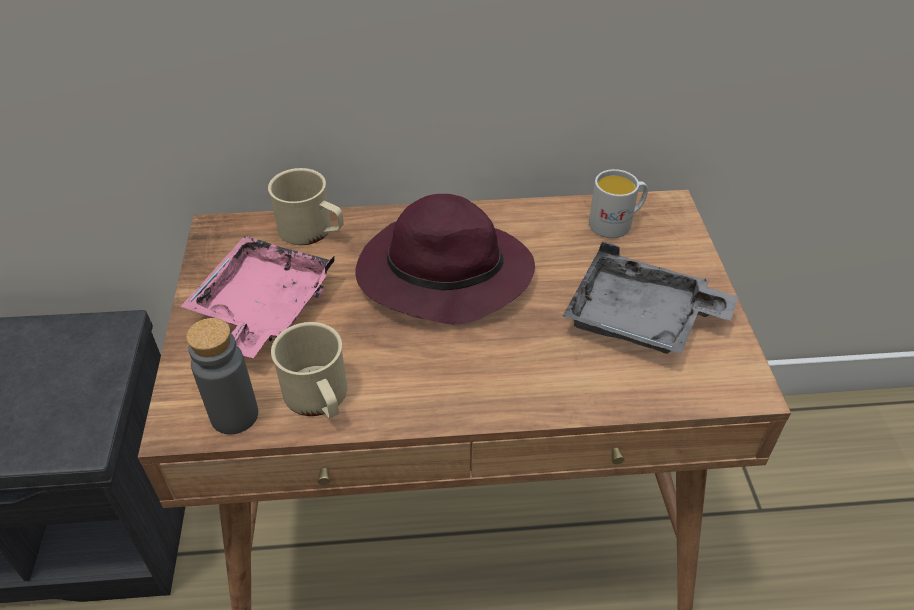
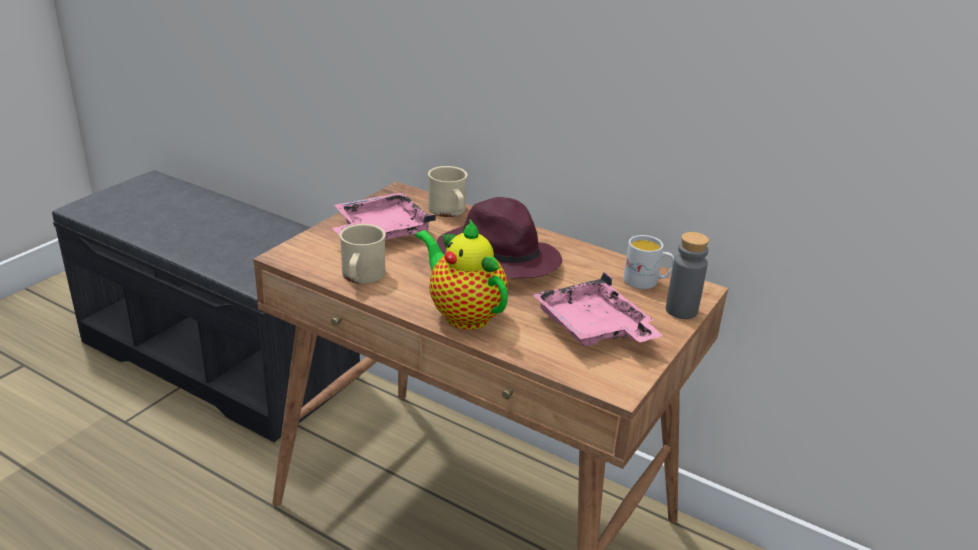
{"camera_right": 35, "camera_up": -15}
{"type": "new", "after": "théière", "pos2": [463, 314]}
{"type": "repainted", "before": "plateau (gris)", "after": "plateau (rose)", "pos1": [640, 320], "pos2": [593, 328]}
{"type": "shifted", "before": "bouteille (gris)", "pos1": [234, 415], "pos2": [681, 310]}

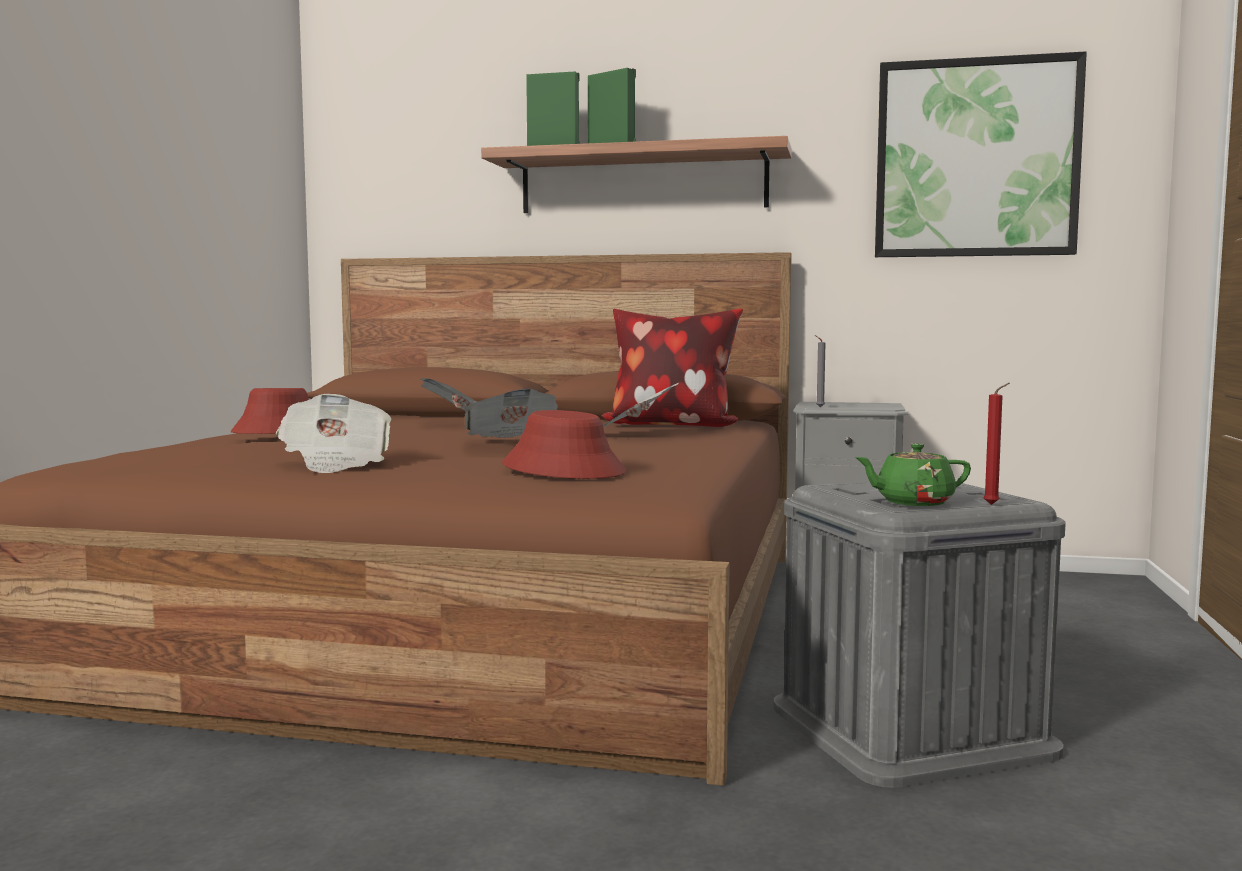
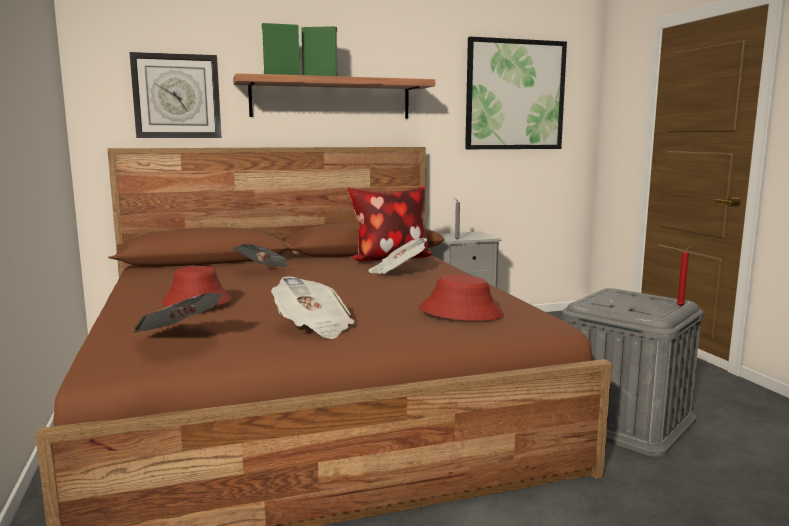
{"camera_right": -30, "camera_up": 5}
{"type": "new", "after": "horloge murale", "pos2": [177, 96]}
{"type": "shifted", "before": "journal", "pos1": [511, 443], "pos2": [179, 336]}
{"type": "gone", "before": "théière (vert)", "pos1": [913, 502]}

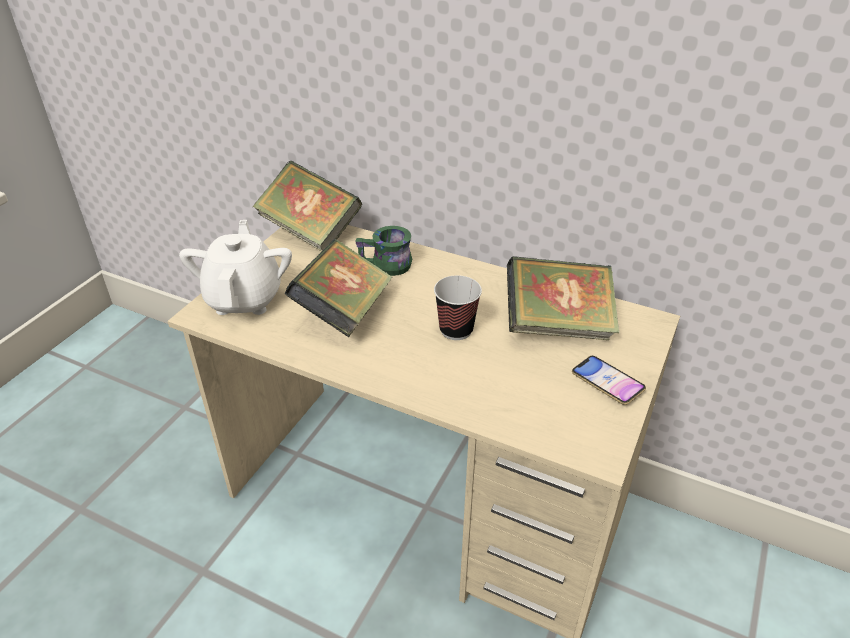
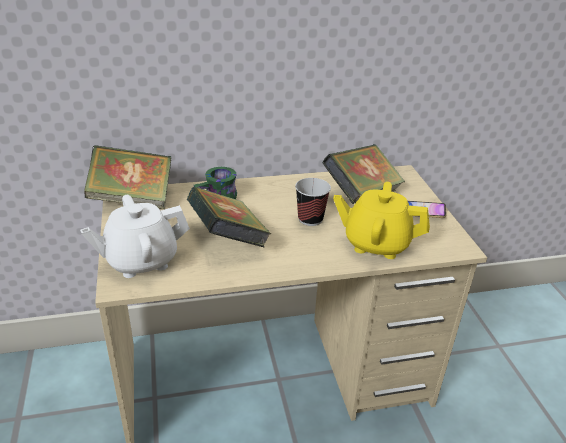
{"camera_right": -40, "camera_up": -5}
{"type": "rotated", "before": "théière (blanc)", "pos1": [245, 298], "pos2": [141, 260], "turn": -75}
{"type": "new", "after": "théière (jaune)", "pos2": [376, 243]}

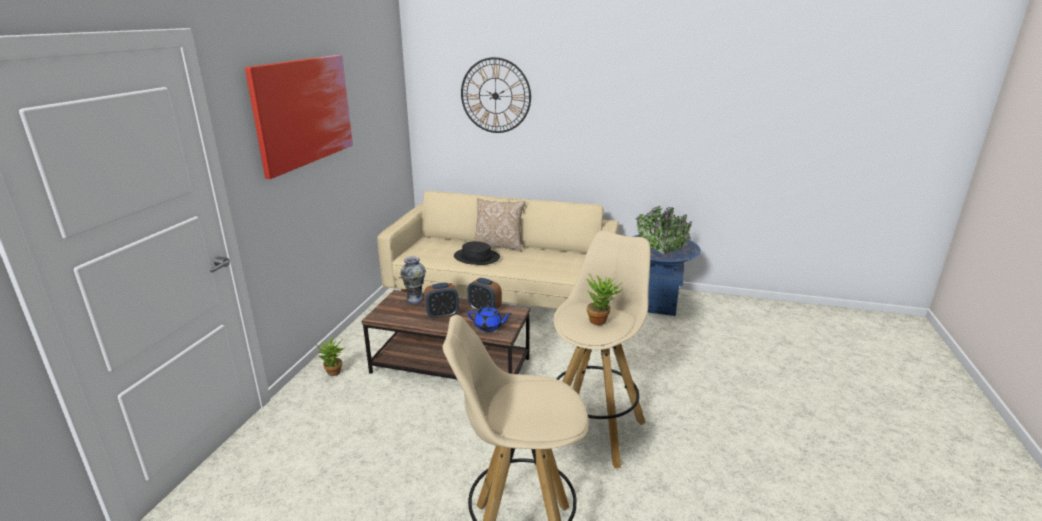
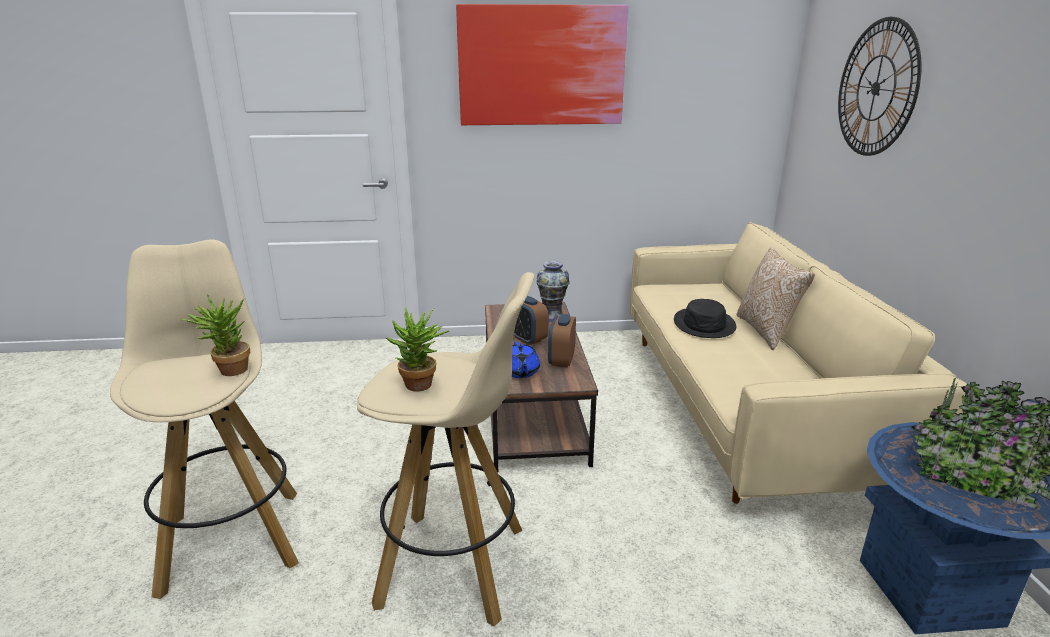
{"camera_right": 70, "camera_up": 0}
{"type": "shifted", "before": "plante en pot", "pos1": [333, 374], "pos2": [228, 371]}

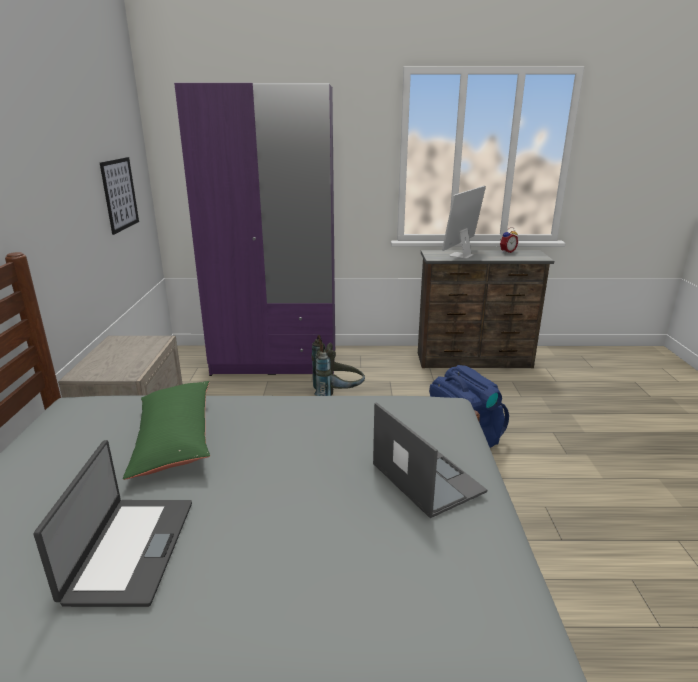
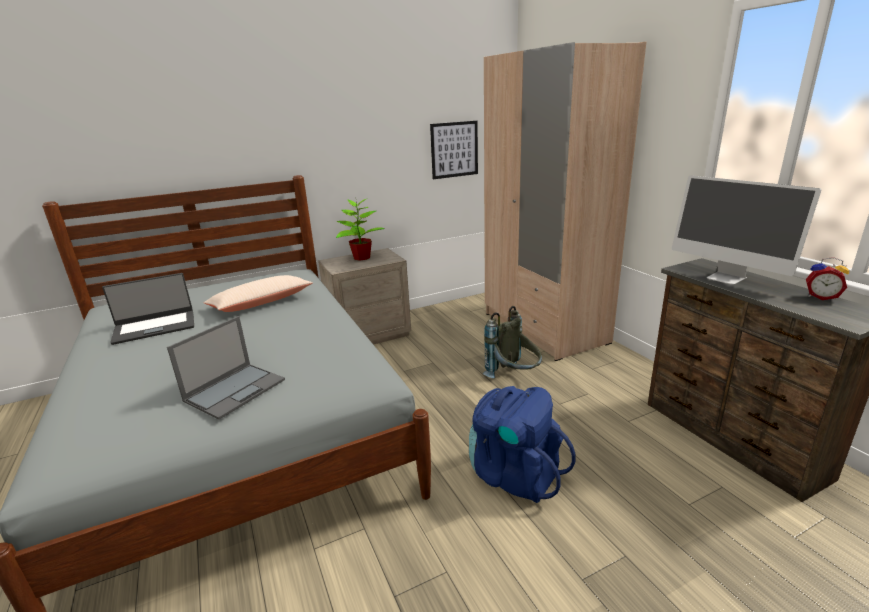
{"camera_right": 65, "camera_up": 0}
{"type": "repainted", "before": "coussin (vert)", "after": "coussin (beige)", "pos1": [174, 439], "pos2": [261, 303]}
{"type": "new", "after": "plante en pot", "pos2": [361, 257]}
{"type": "repainted", "before": "armoire (violet)", "after": "armoire (beige)", "pos1": [276, 361], "pos2": [544, 327]}
{"type": "rotated", "before": "écran d'ordinateur", "pos1": [461, 255], "pos2": [726, 278], "turn": -135}

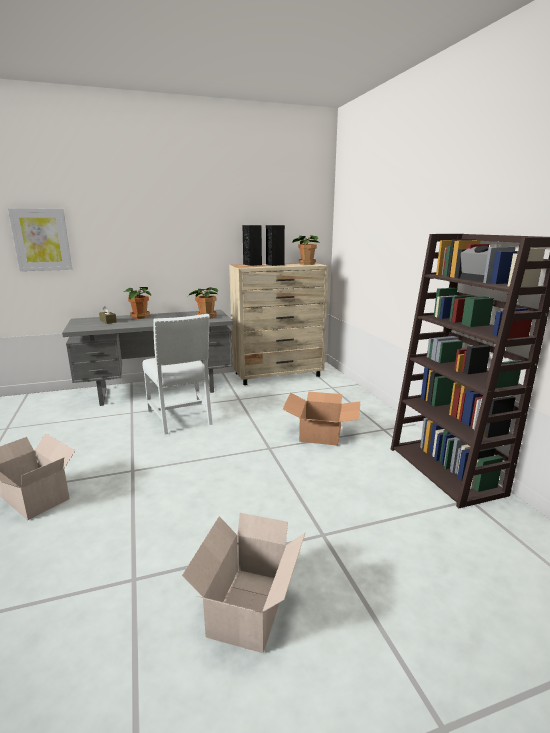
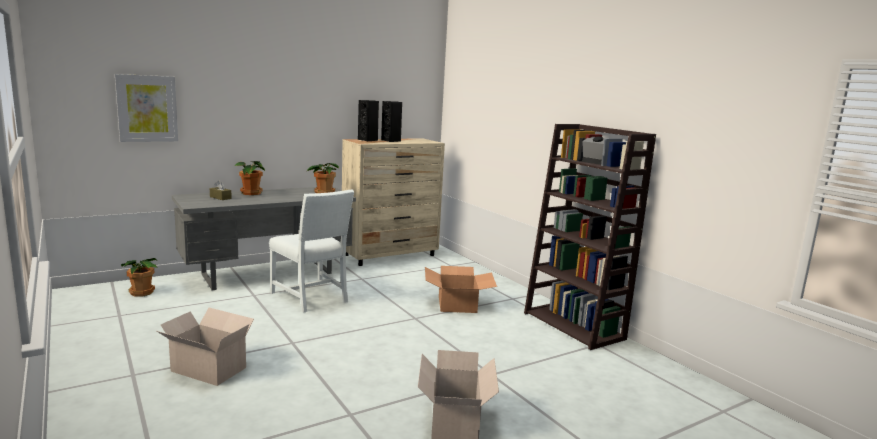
{"camera_right": -15, "camera_up": -5}
{"type": "shifted", "before": "plante en pot", "pos1": [306, 264], "pos2": [141, 292]}

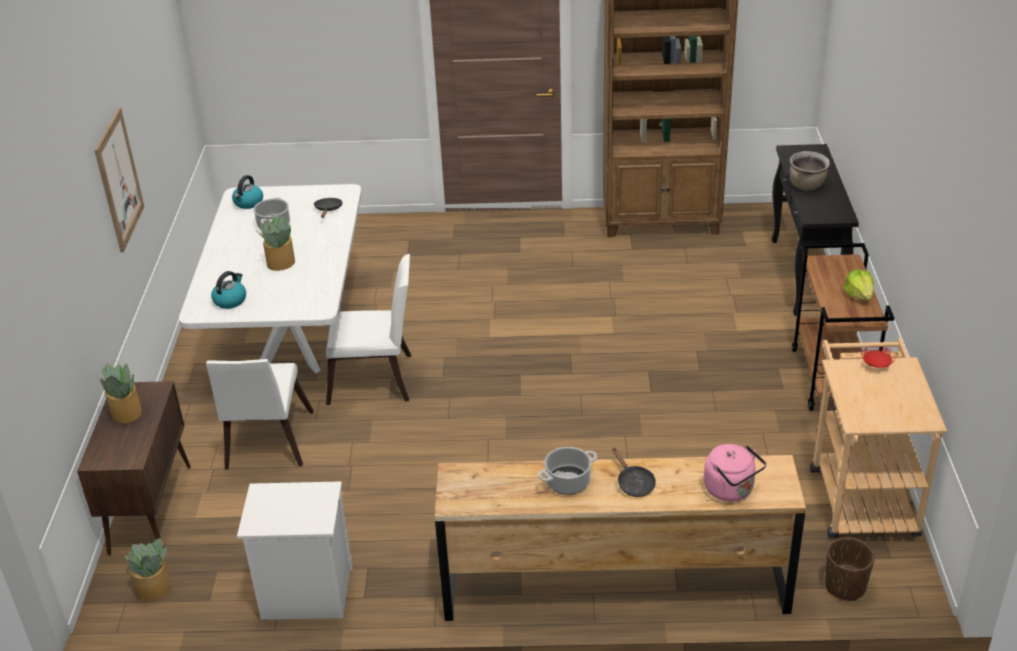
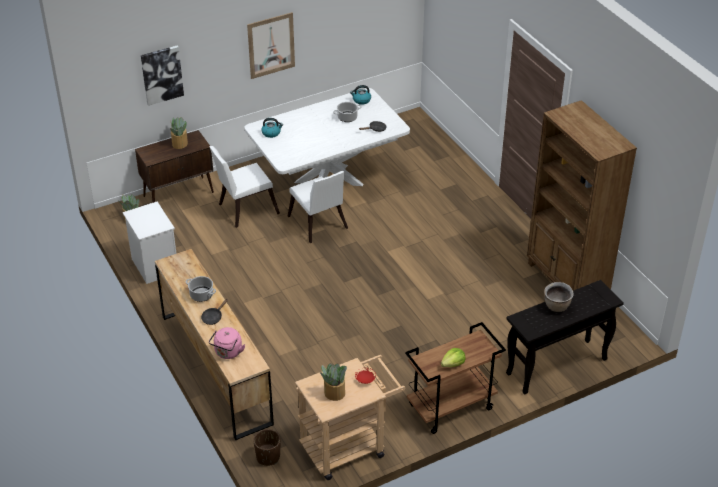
{"camera_right": 60, "camera_up": 5}
{"type": "new", "after": "tableau", "pos2": [162, 74]}
{"type": "shifted", "before": "plante en pot", "pos1": [280, 263], "pos2": [334, 393]}

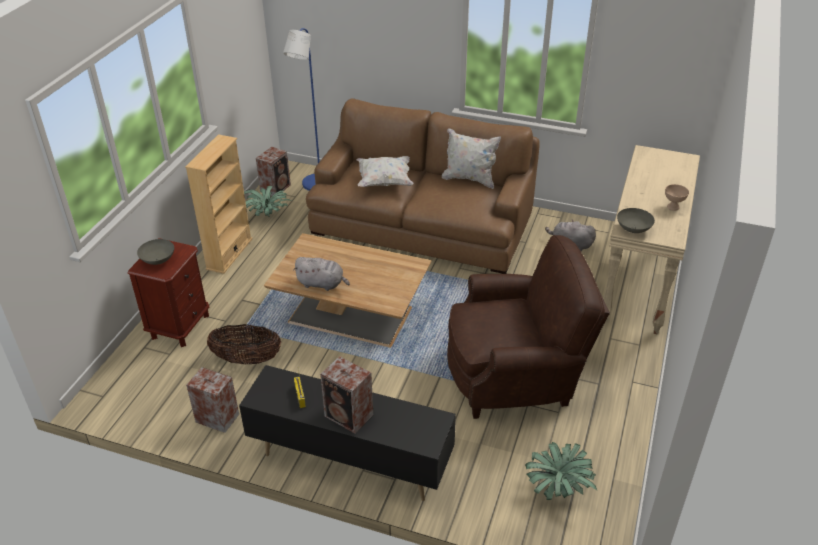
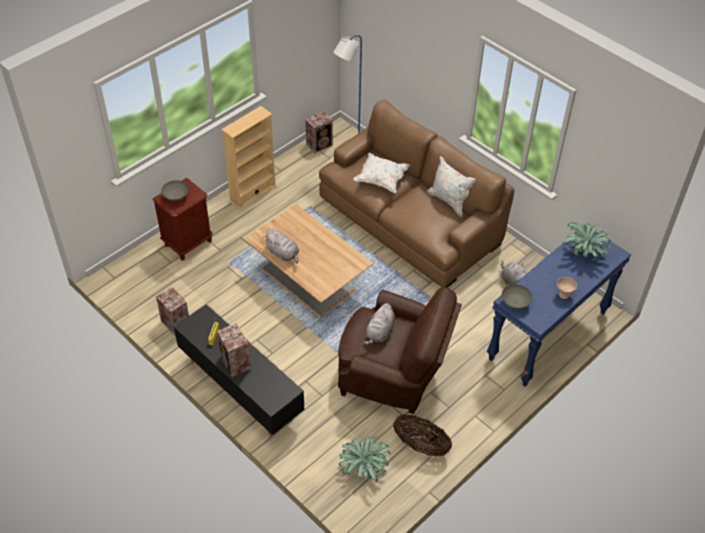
{"camera_right": 25, "camera_up": 10}
{"type": "new", "after": "peluche (gris)", "pos2": [380, 333]}
{"type": "shifted", "before": "panier", "pos1": [247, 359], "pos2": [421, 445]}
{"type": "repainted", "before": "table console (beige)", "after": "table console (bleu)", "pos1": [640, 280], "pos2": [548, 336]}
{"type": "shifted", "before": "plante en pot", "pos1": [268, 215], "pos2": [584, 252]}

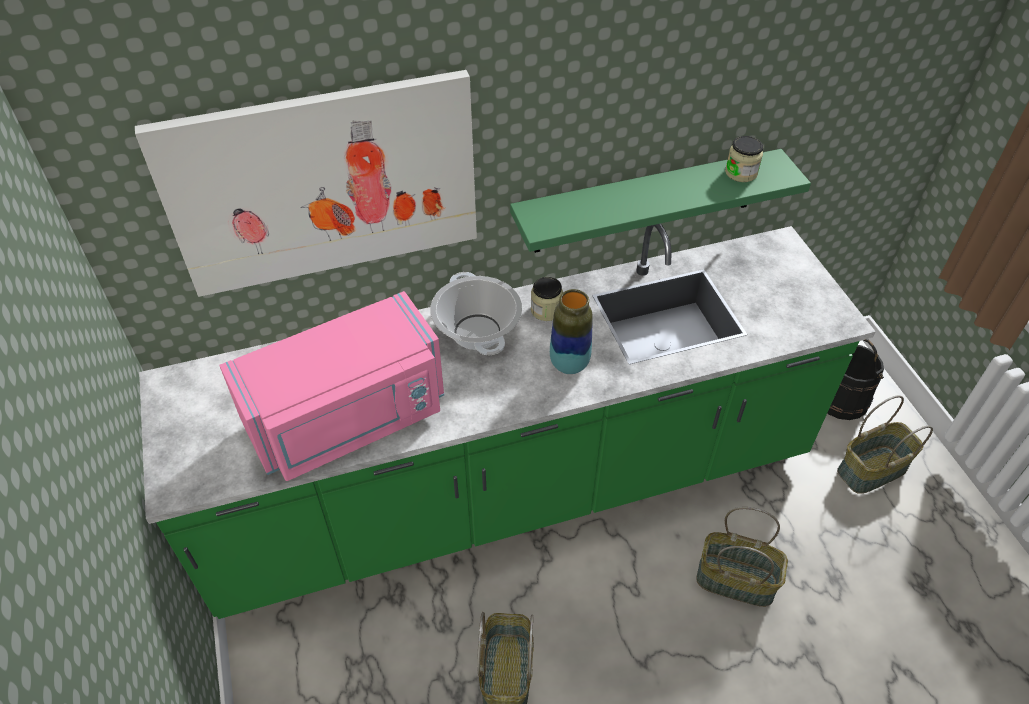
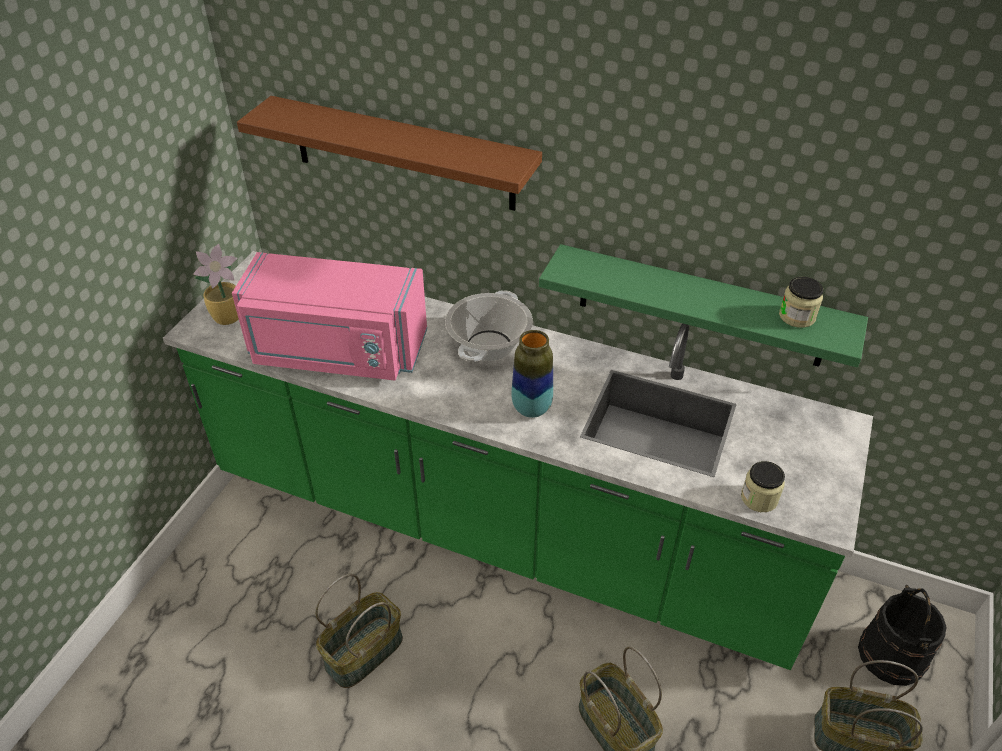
{"camera_right": 40, "camera_up": -5}
{"type": "new", "after": "plante en pot", "pos2": [229, 317]}
{"type": "swapped", "before": "tableau", "after": "étagère (marron)", "pos1": [324, 184], "pos2": [402, 154]}
{"type": "shifted", "before": "bocal", "pos1": [546, 310], "pos2": [759, 498]}

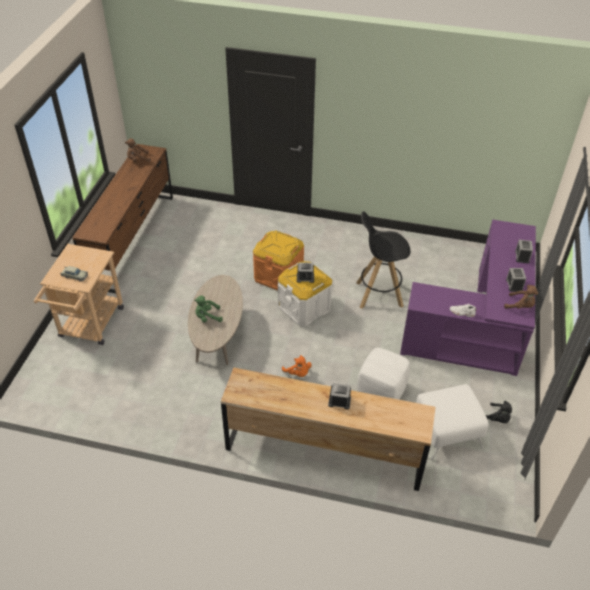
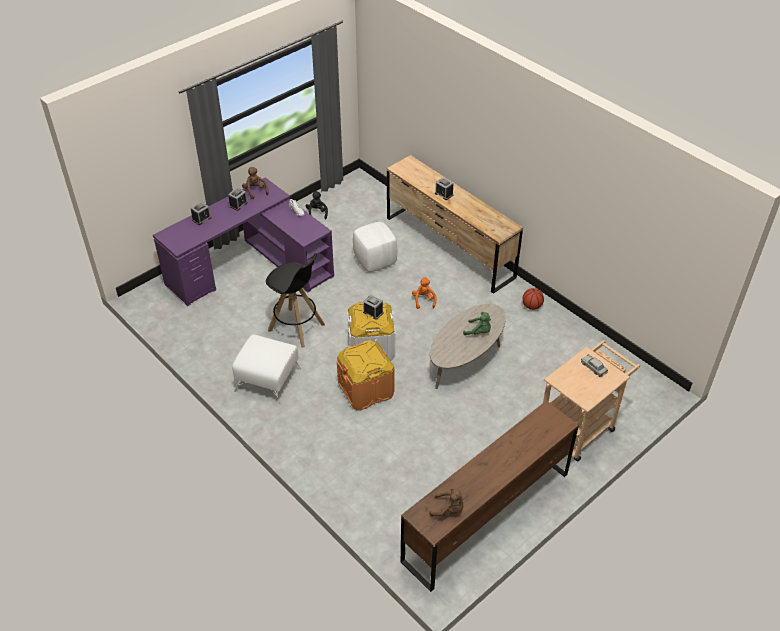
{"camera_right": -145, "camera_up": 0}
{"type": "shifted", "before": "pouf (blanc)", "pos1": [445, 431], "pos2": [268, 380]}
{"type": "new", "after": "ballon de basket", "pos2": [531, 306]}

